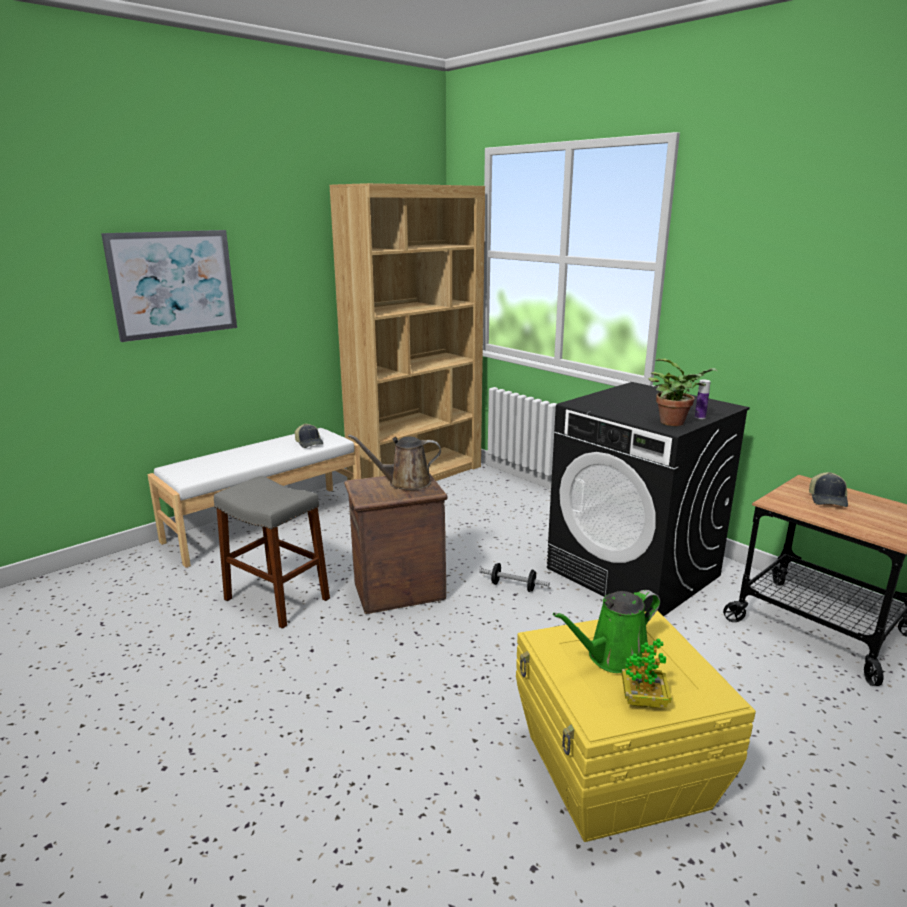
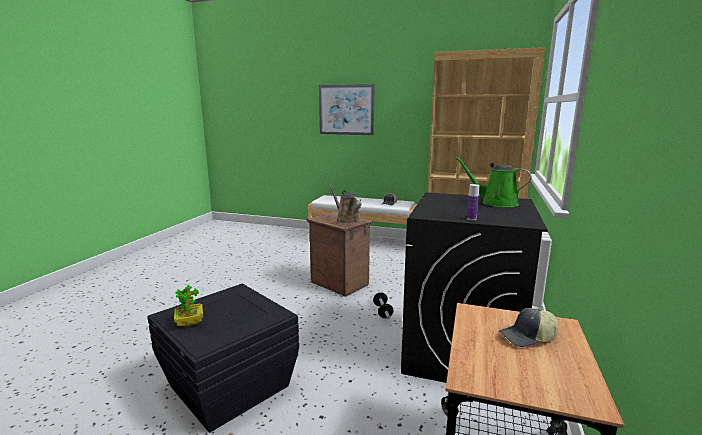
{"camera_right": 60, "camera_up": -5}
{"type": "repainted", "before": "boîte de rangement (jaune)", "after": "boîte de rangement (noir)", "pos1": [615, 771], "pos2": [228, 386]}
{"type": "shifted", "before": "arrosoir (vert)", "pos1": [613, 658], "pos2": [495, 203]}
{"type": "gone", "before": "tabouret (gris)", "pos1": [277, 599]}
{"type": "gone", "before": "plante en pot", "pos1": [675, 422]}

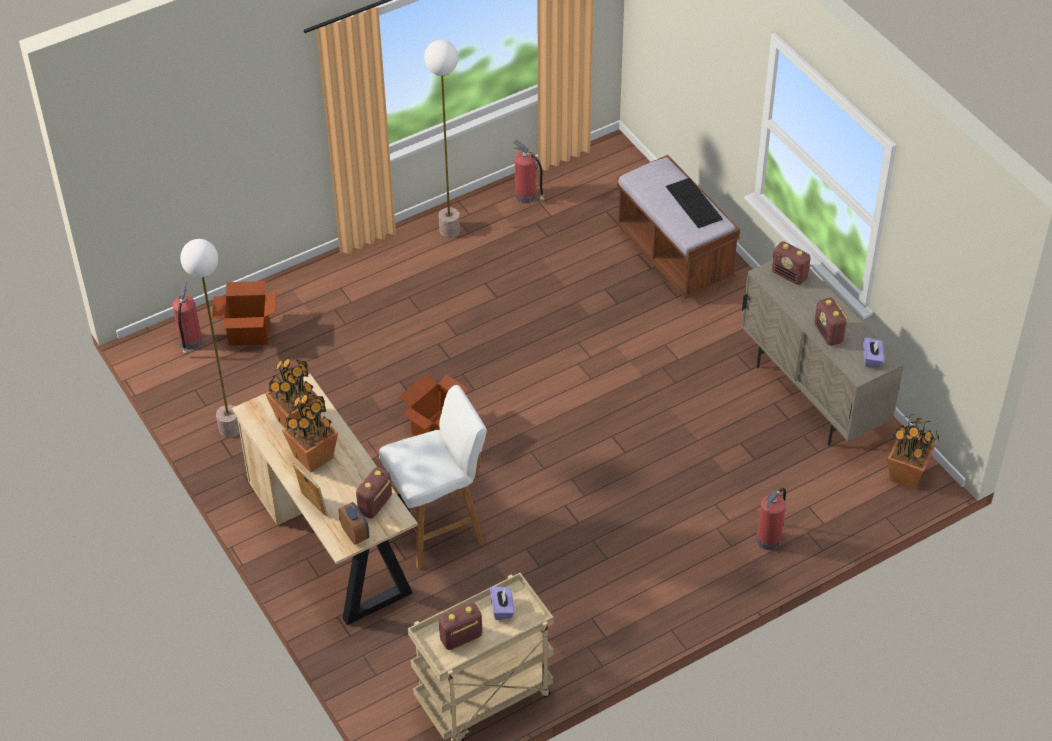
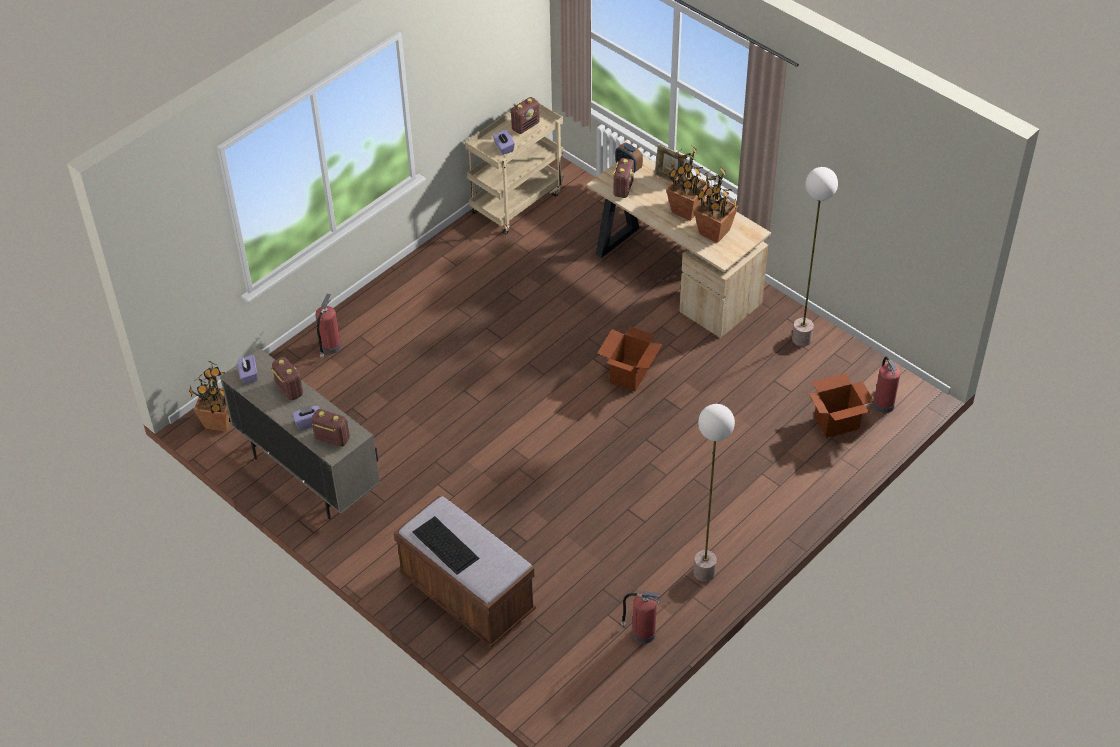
{"camera_right": 165, "camera_up": 0}
{"type": "new", "after": "boîte à mouchoirs (violet)", "pos2": [308, 422]}
{"type": "gone", "before": "tabouret (blanc)", "pos1": [438, 529]}

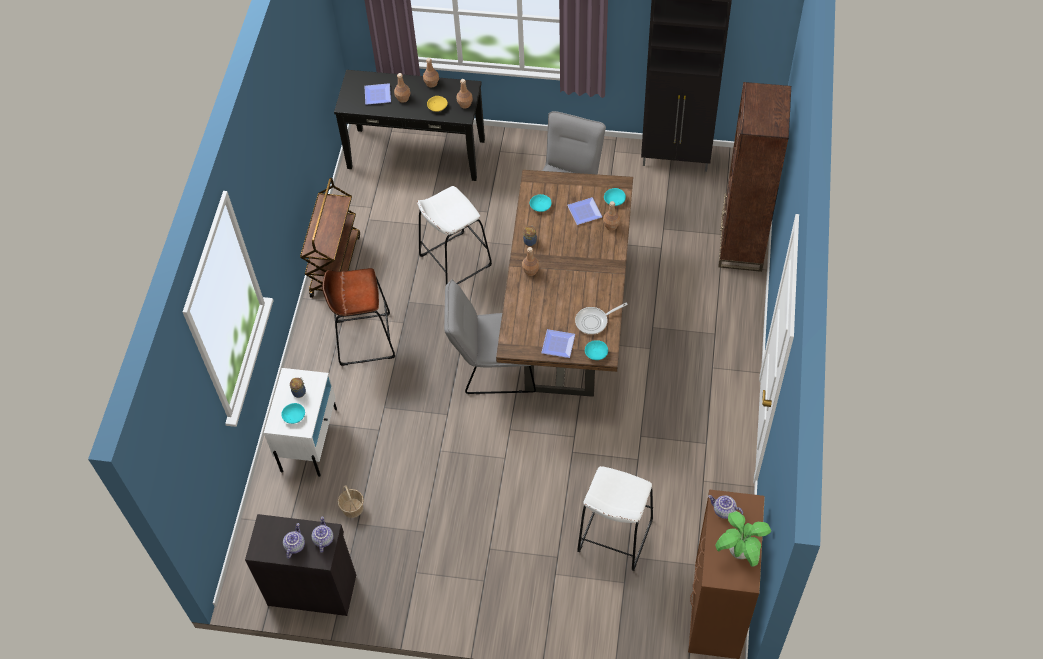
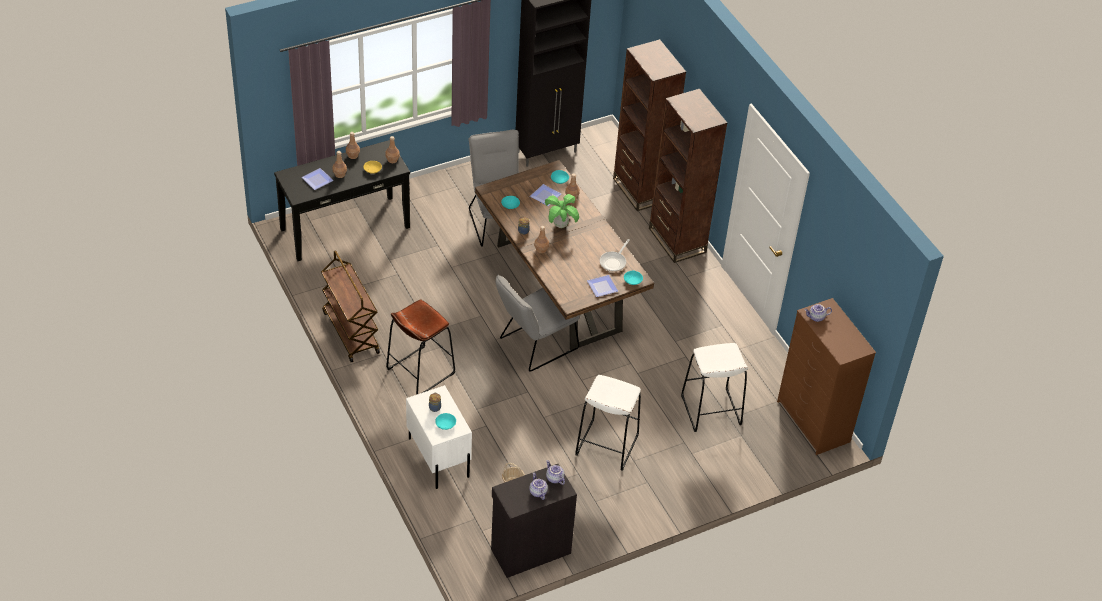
{"camera_right": -40, "camera_up": -10}
{"type": "shifted", "before": "plante en pot", "pos1": [739, 552], "pos2": [560, 225]}
{"type": "shifted", "before": "tabouret (blanc)", "pos1": [455, 260], "pos2": [606, 445]}
{"type": "new", "after": "bibliothèque (marron)", "pos2": [677, 240]}

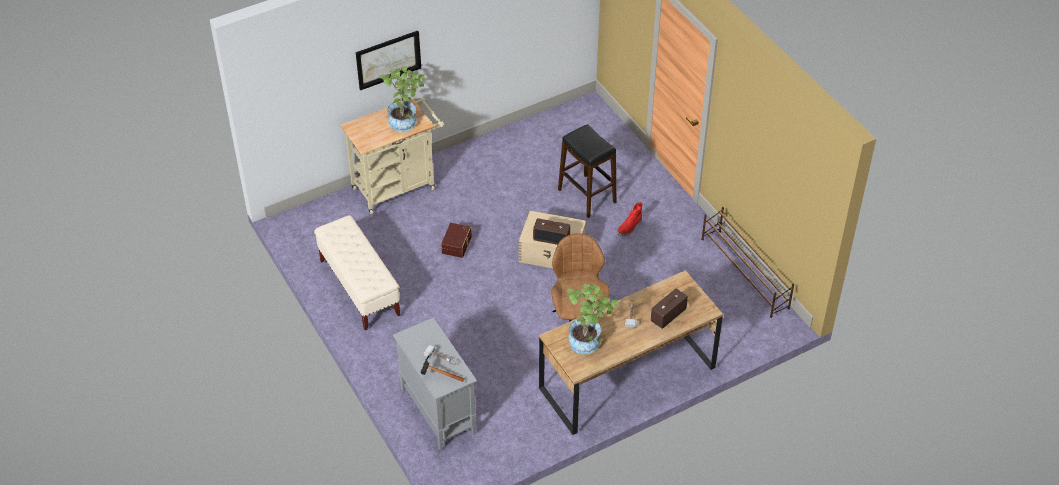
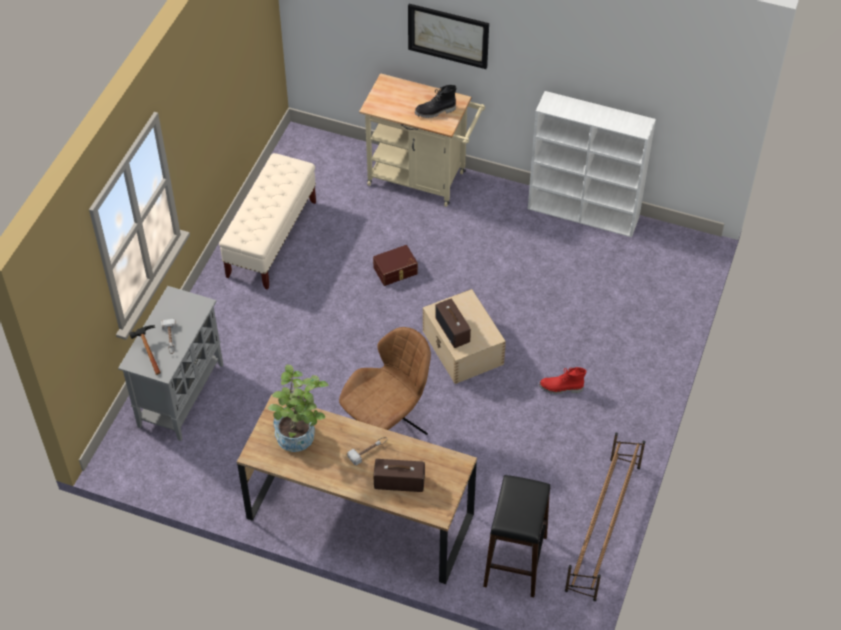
{"camera_right": 50, "camera_up": 5}
{"type": "swapped", "before": "plante en pot", "after": "botte (noir)", "pos1": [405, 120], "pos2": [435, 112]}
{"type": "shifted", "before": "tabouret (noir)", "pos1": [587, 196], "pos2": [515, 561]}
{"type": "new", "after": "bibliothèque (blanc)", "pos2": [584, 213]}

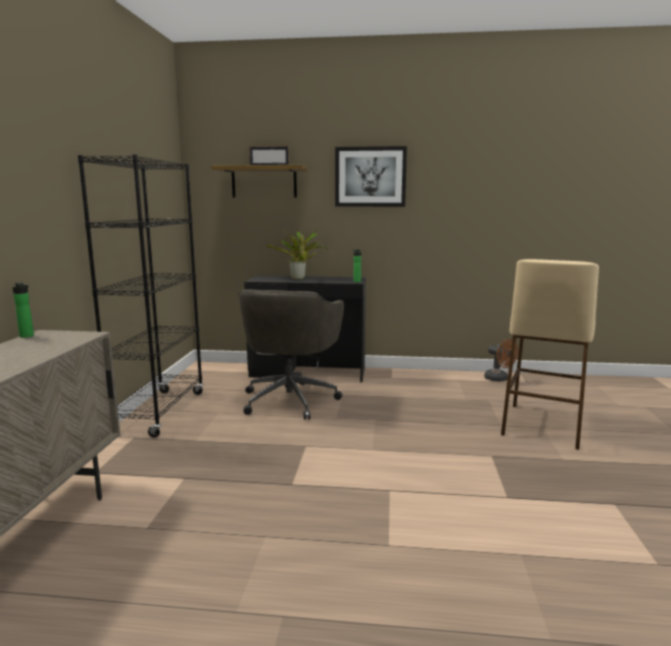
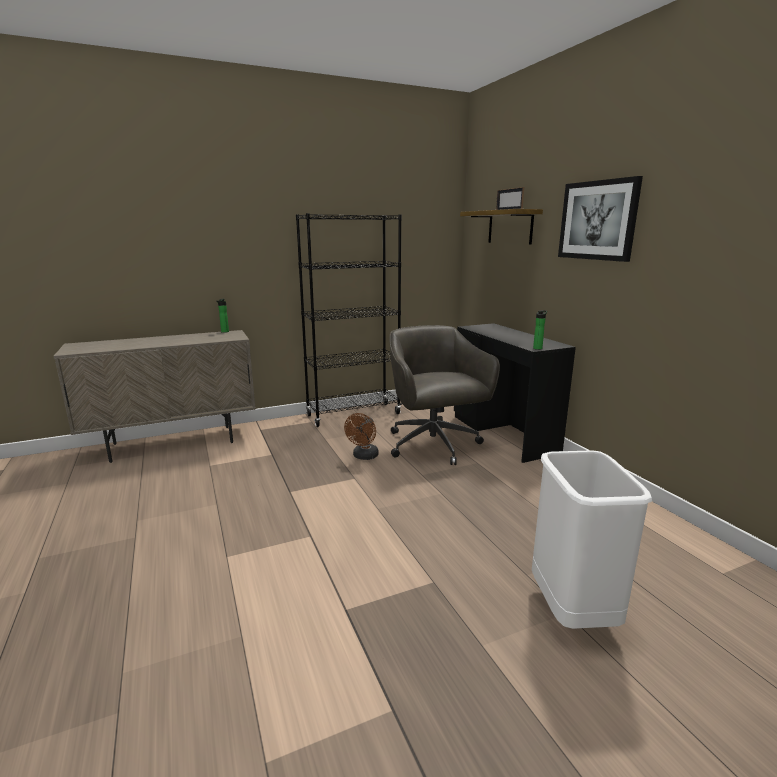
{"camera_right": 60, "camera_up": 5}
{"type": "shifted", "before": "ventilateur (marron)", "pos1": [499, 379], "pos2": [364, 456]}
{"type": "rotated", "before": "chaise de bureau (gris)", "pos1": [290, 399], "pos2": [434, 445], "turn": 90}
{"type": "swapped", "before": "tabouret (beige)", "after": "poubelle (blanc)", "pos1": [542, 426], "pos2": [571, 612]}
{"type": "gone", "before": "plante en pot", "pos1": [299, 279]}

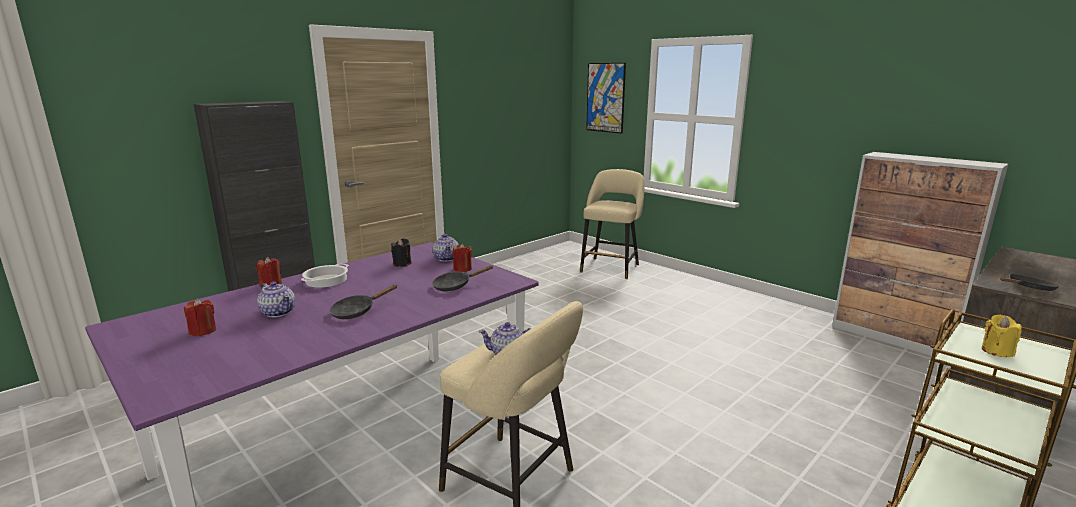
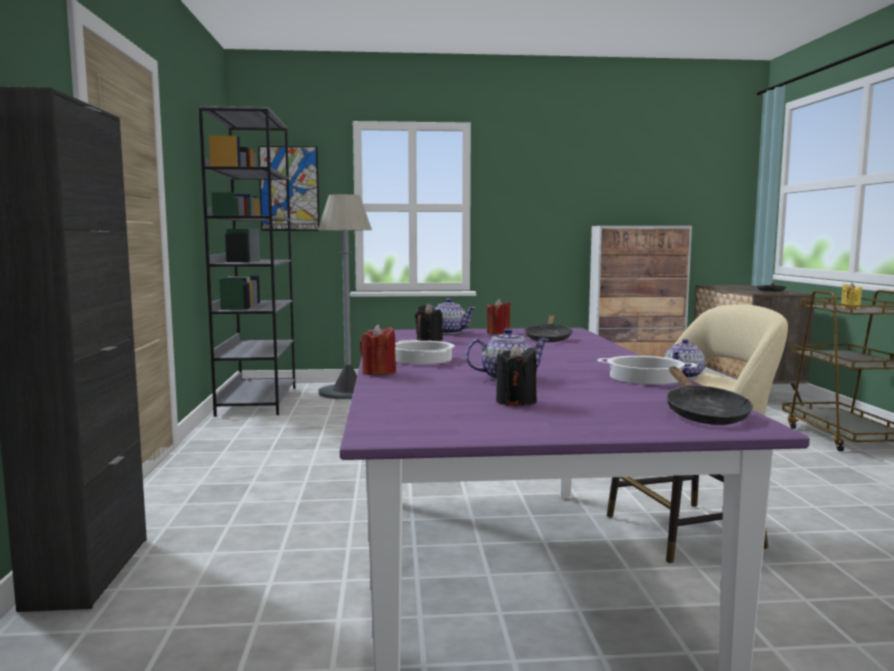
{"camera_right": -50, "camera_up": -10}
{"type": "new", "after": "bibliothèque (gris)", "pos2": [257, 400]}
{"type": "swapped", "before": "tabouret (beige)", "after": "lampadaire (gris)", "pos1": [611, 267], "pos2": [348, 392]}
{"type": "repainted", "before": "bougie (rouge)", "after": "bougie (noir)", "pos1": [203, 331], "pos2": [515, 402]}
{"type": "new", "after": "marmite", "pos2": [644, 378]}
{"type": "shifted", "before": "poêle (noir)", "pos1": [357, 311], "pos2": [702, 414]}

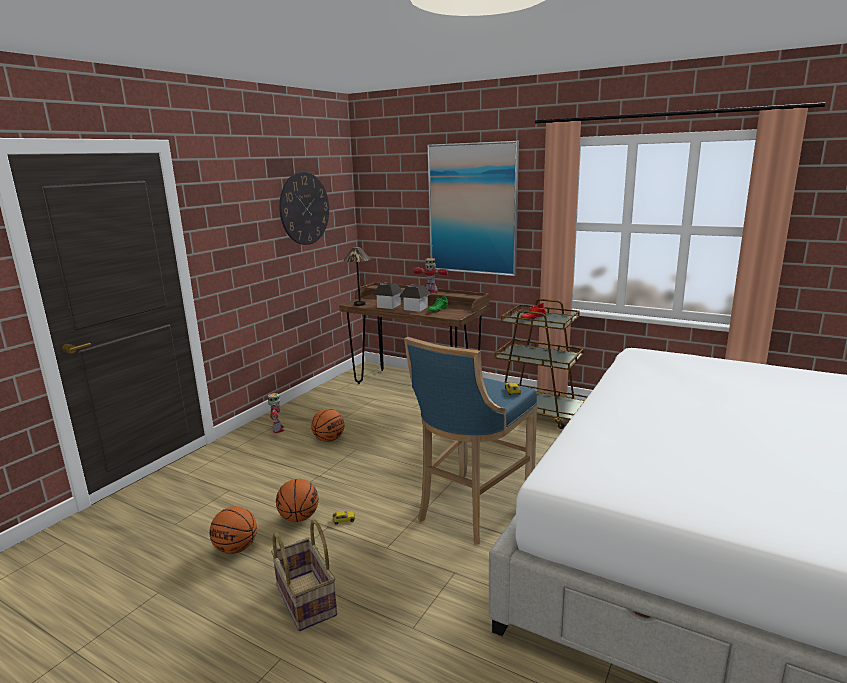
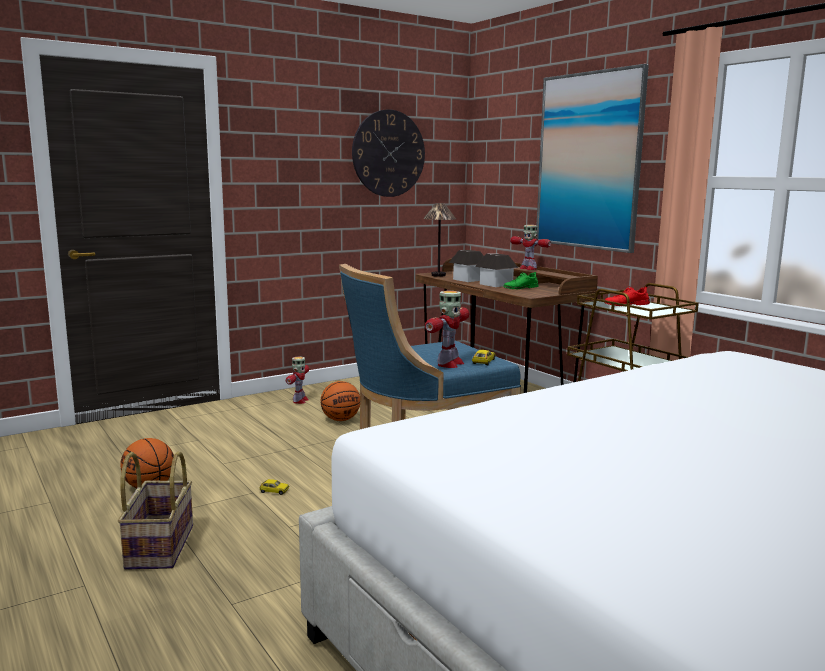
{"camera_right": 25, "camera_up": -5}
{"type": "new", "after": "robot jouet", "pos2": [449, 364]}
{"type": "gone", "before": "ballon de basket", "pos1": [299, 518]}

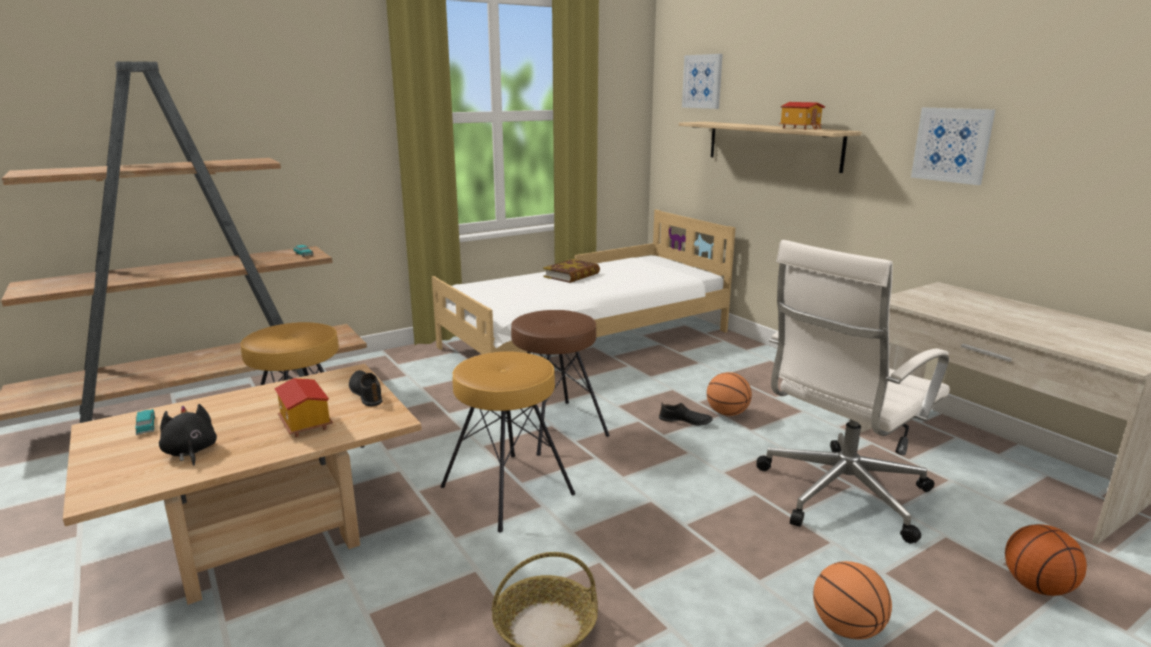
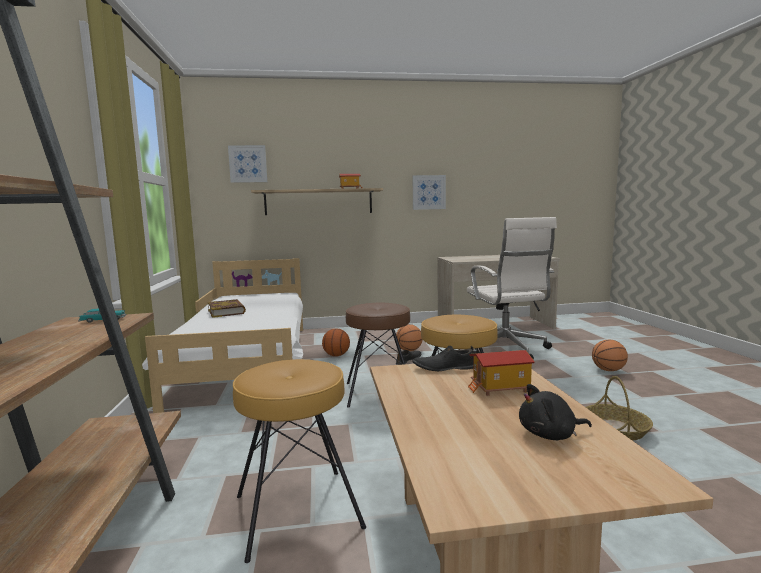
{"camera_right": -65, "camera_up": -10}
{"type": "shifted", "before": "ballon de basket", "pos1": [1037, 587], "pos2": [336, 355]}
{"type": "gone", "before": "petite voiture", "pos1": [146, 426]}

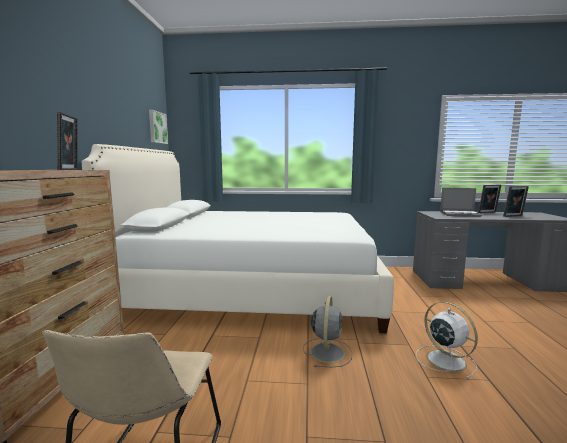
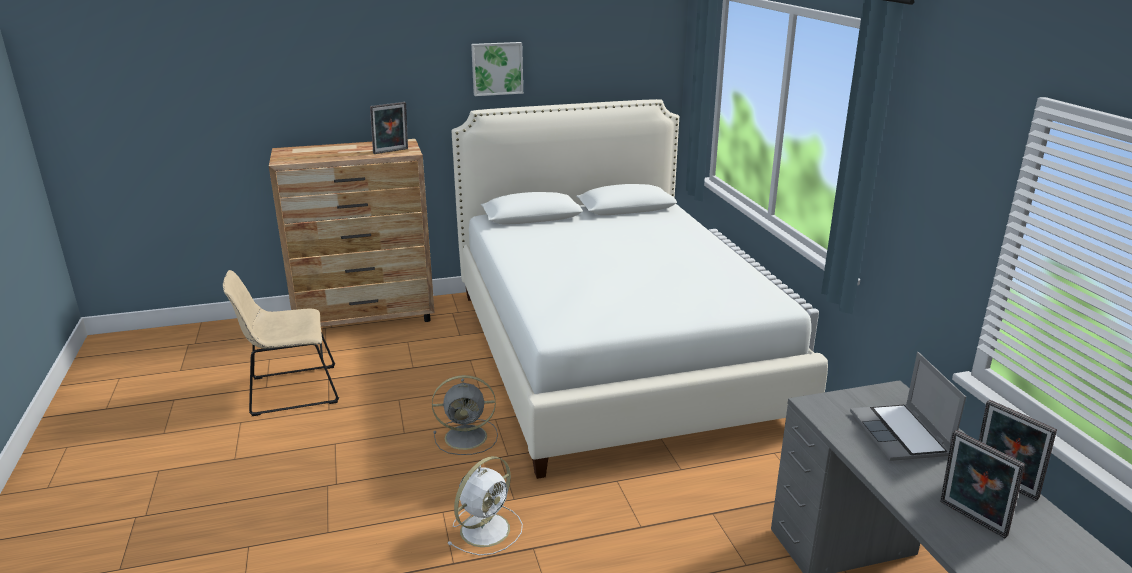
{"camera_right": 70, "camera_up": 15}
{"type": "shifted", "before": "tableau", "pos1": [157, 127], "pos2": [497, 68]}

